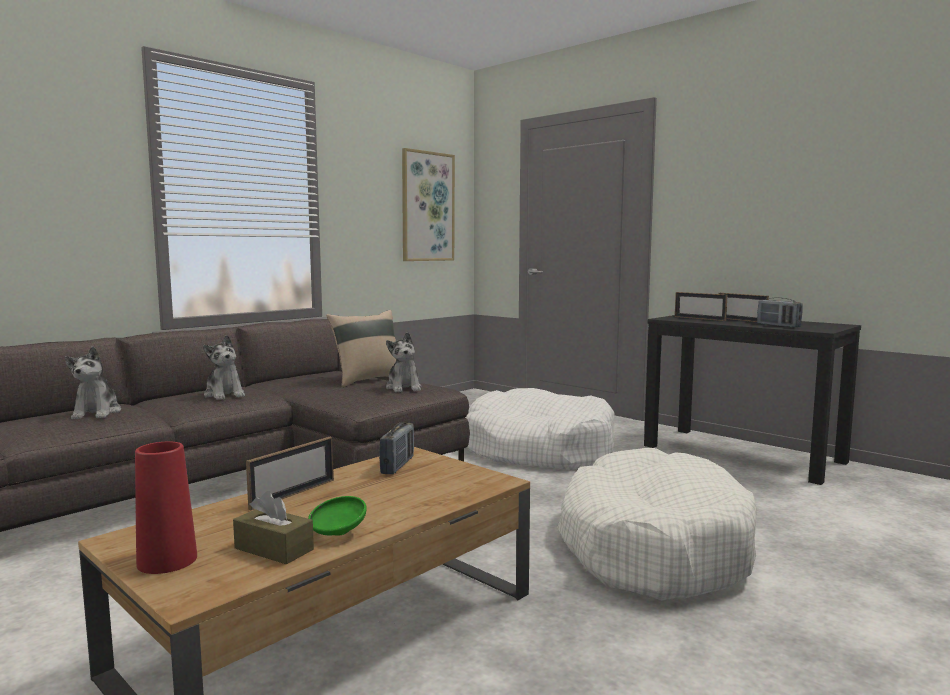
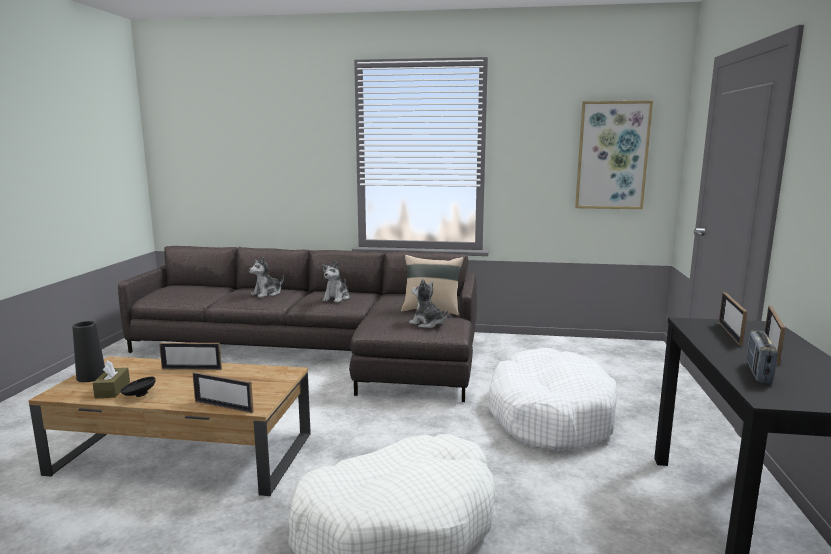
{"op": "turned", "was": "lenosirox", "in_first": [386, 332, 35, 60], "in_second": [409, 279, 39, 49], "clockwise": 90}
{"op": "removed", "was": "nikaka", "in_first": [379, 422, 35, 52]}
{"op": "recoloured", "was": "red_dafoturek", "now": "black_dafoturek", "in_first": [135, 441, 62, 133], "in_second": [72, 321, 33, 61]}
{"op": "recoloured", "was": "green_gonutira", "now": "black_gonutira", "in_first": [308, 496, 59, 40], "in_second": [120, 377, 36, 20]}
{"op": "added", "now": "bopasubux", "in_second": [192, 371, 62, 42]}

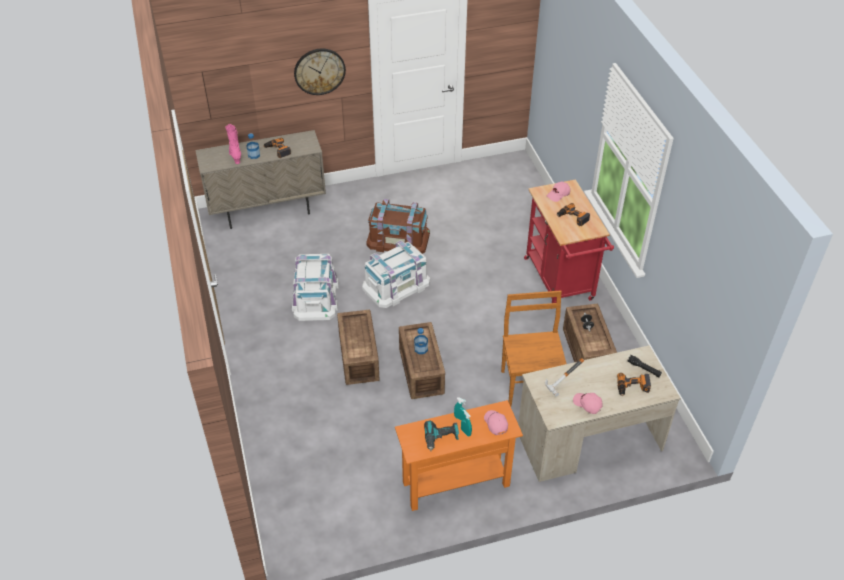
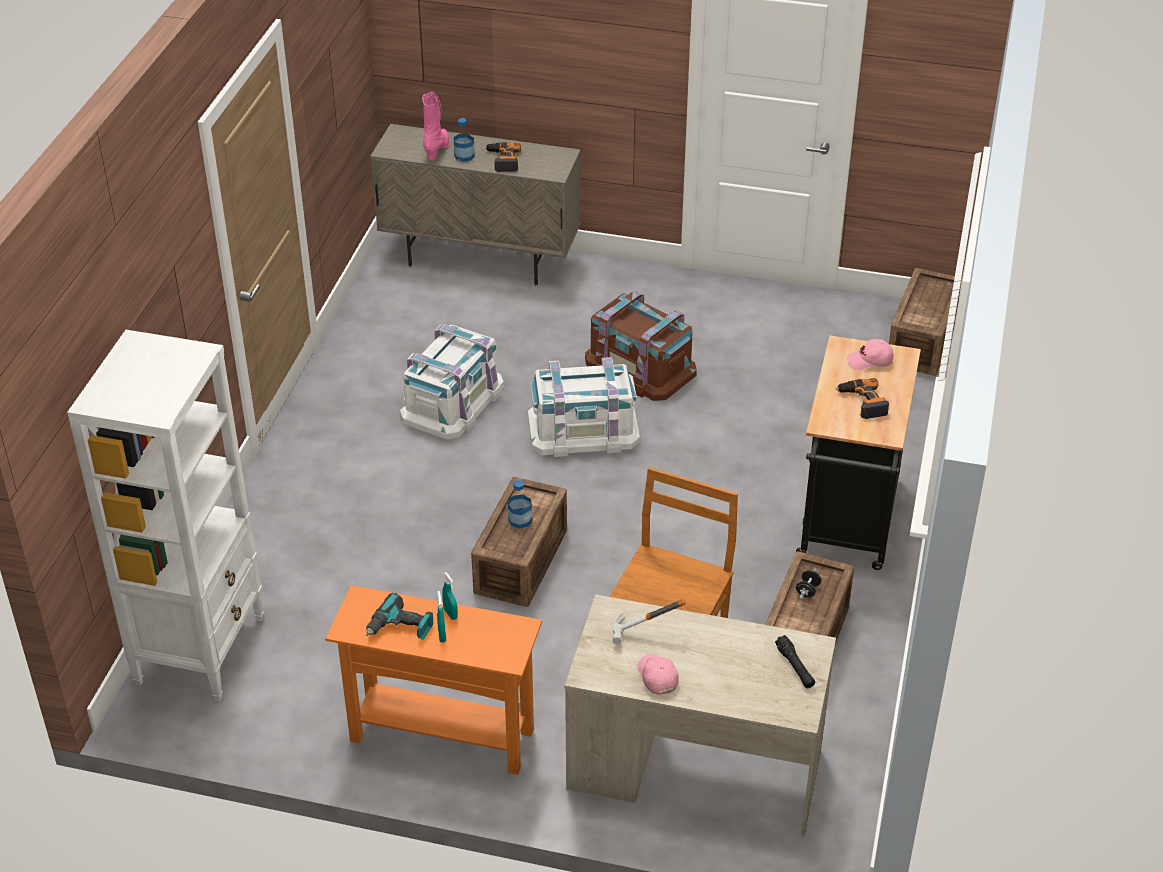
{"op": "removed", "was": "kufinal", "in_first": [294, 49, 52, 46]}
{"op": "recoloured", "was": "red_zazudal", "now": "black_zazudal", "in_first": [524, 179, 90, 124], "in_second": [796, 336, 125, 234]}
{"op": "moved", "was": "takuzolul", "in_first": [337, 310, 42, 75], "in_second": [889, 268, 73, 108]}
{"op": "removed", "was": "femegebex", "in_first": [617, 373, 34, 23]}
{"op": "removed", "was": "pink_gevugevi", "in_first": [484, 410, 24, 25]}
{"op": "added", "now": "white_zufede", "in_second": [67, 330, 197, 371]}

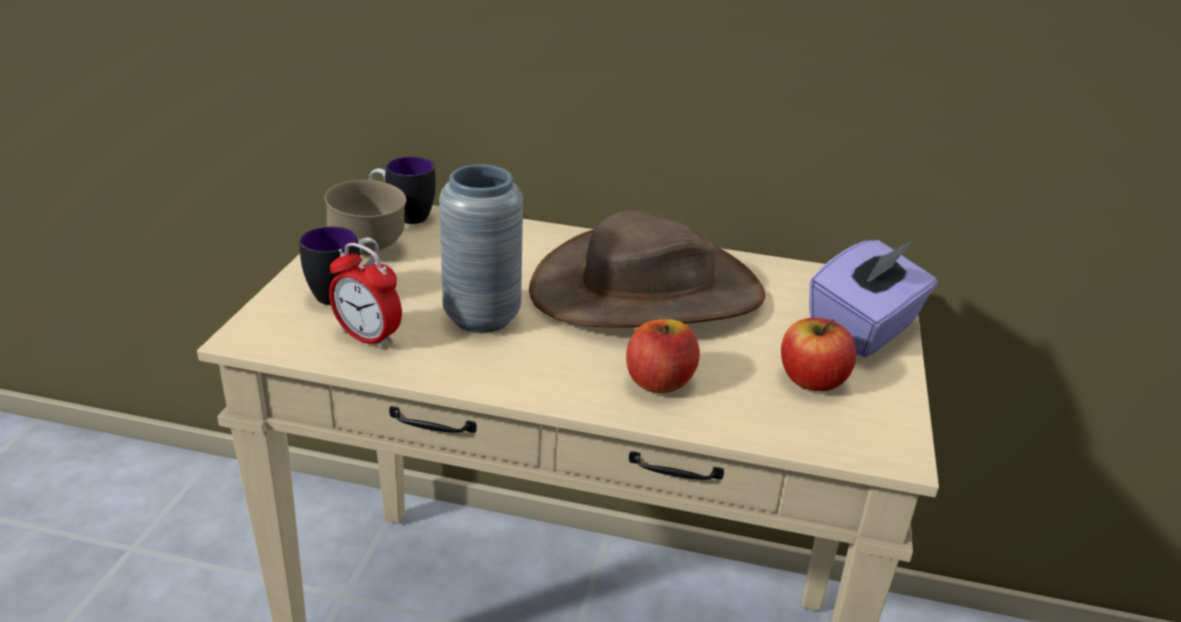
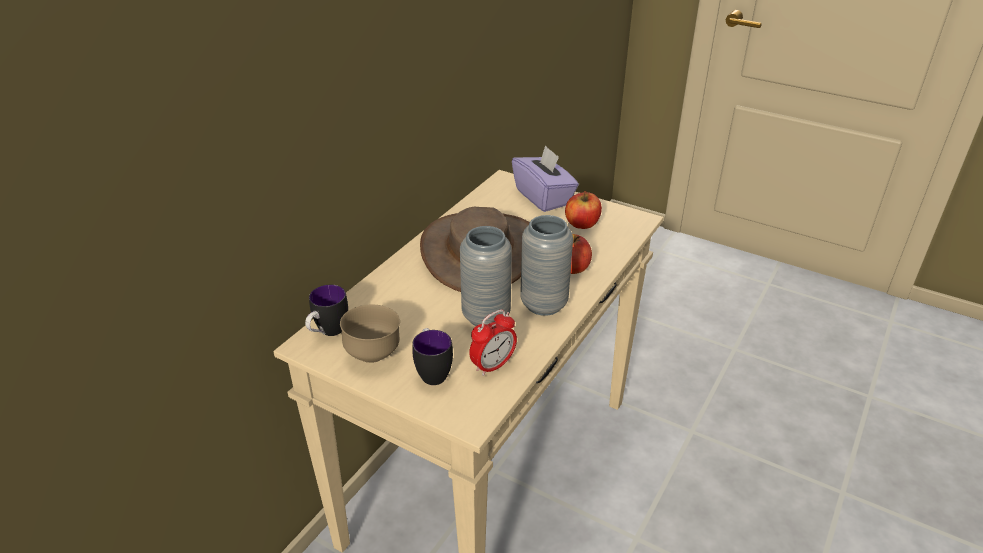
{"op": "added", "now": "grey_dafoturek", "in_second": [520, 215, 53, 101]}

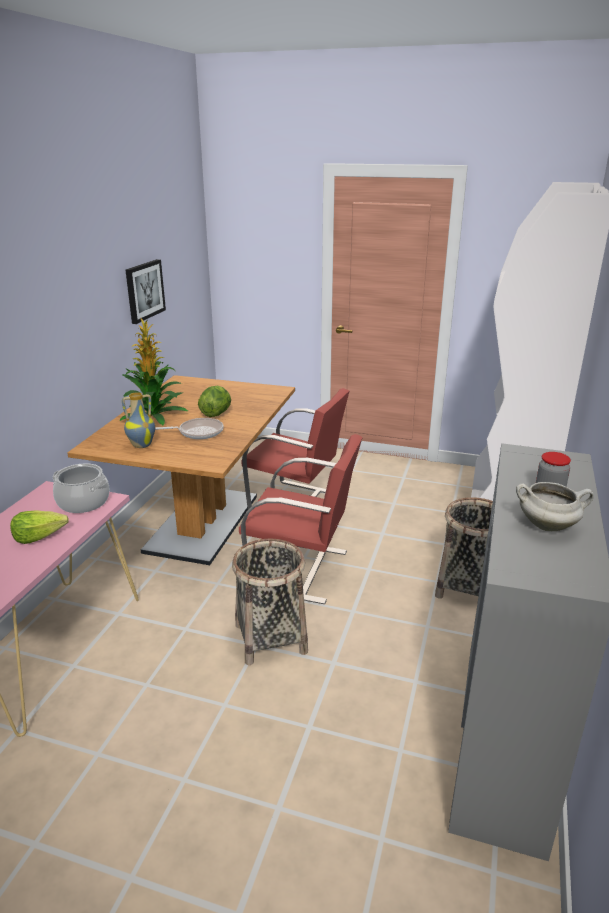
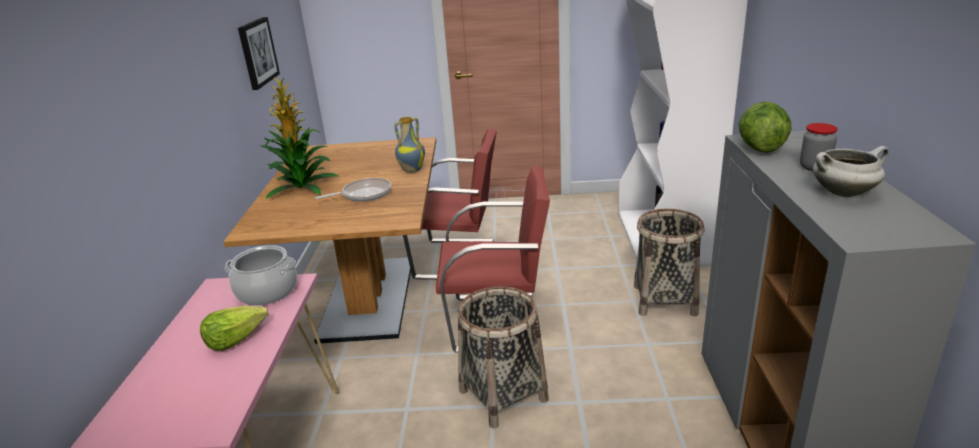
{"op": "moved", "was": "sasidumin", "in_first": [198, 385, 33, 32], "in_second": [738, 101, 54, 52]}
{"op": "moved", "was": "dafoturek", "in_first": [122, 392, 33, 56], "in_second": [394, 117, 31, 56]}

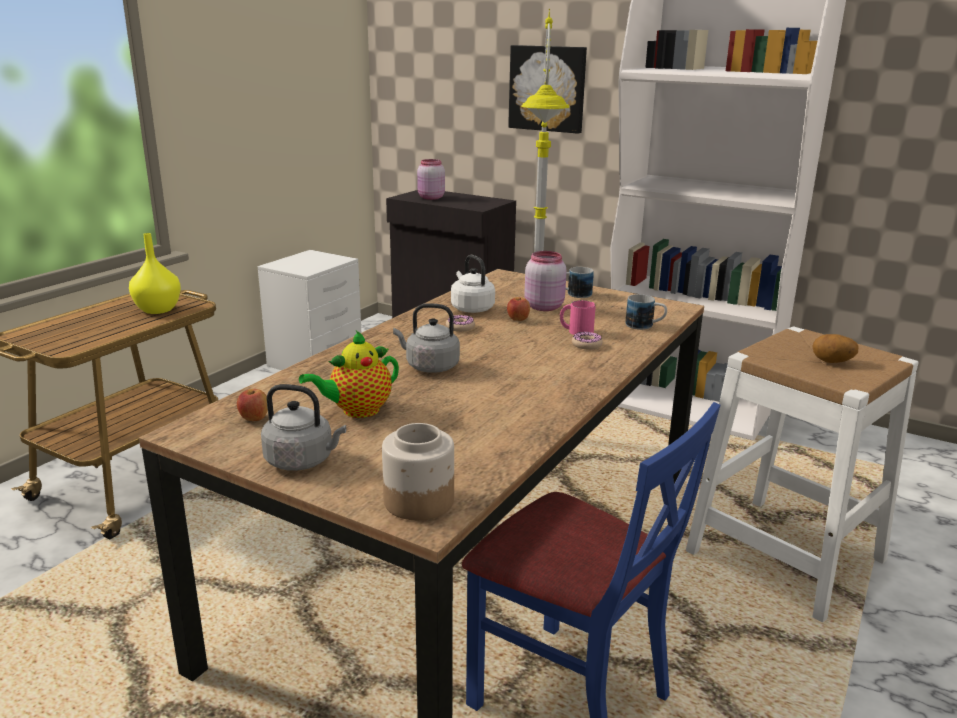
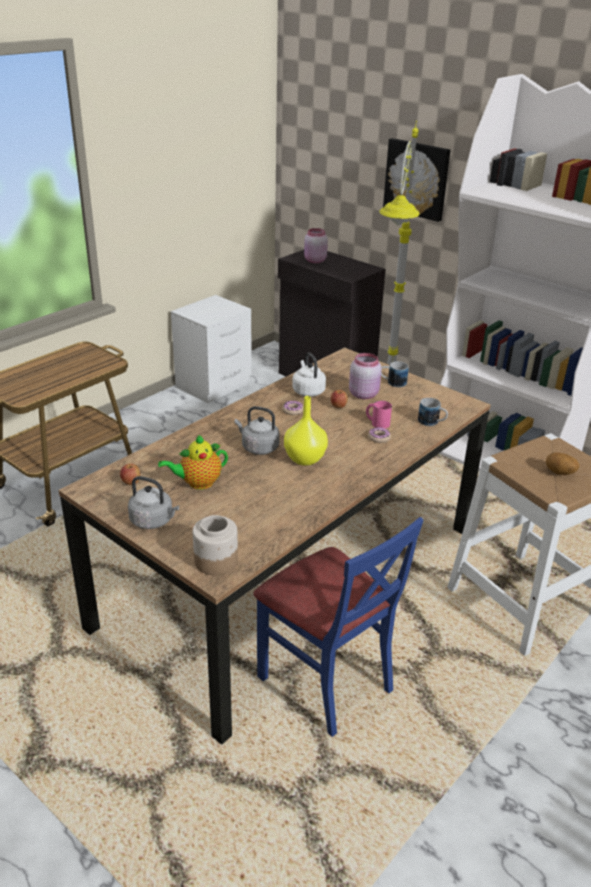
{"op": "moved", "was": "yellow_dafoturek", "in_first": [129, 233, 52, 81], "in_second": [284, 396, 44, 70]}

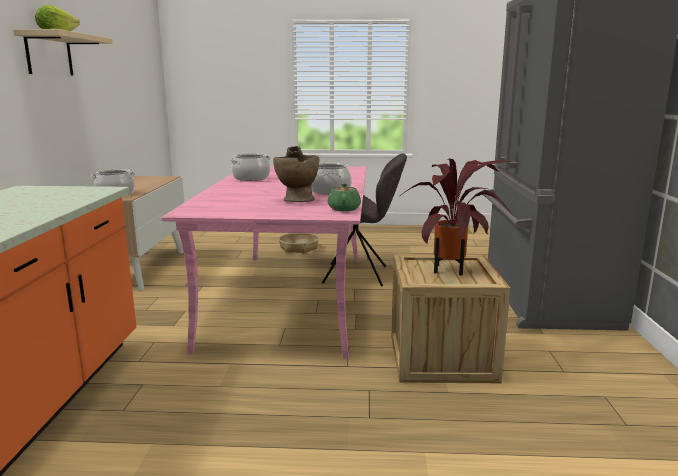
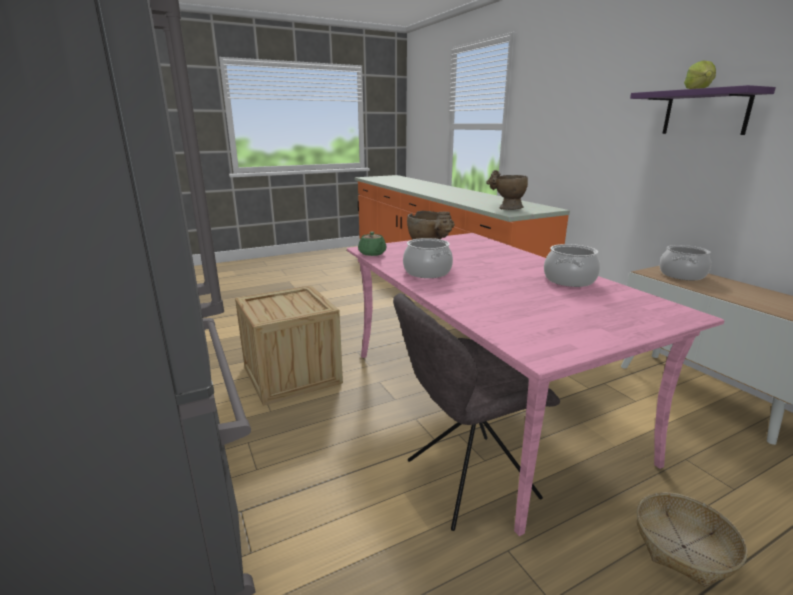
{"op": "recoloured", "was": "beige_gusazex", "now": "purple_gusazex", "in_first": [13, 29, 100, 46], "in_second": [630, 85, 146, 50]}
{"op": "removed", "was": "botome", "in_first": [400, 159, 113, 117]}
{"op": "added", "now": "beige_dafoturek", "in_second": [486, 170, 42, 40]}

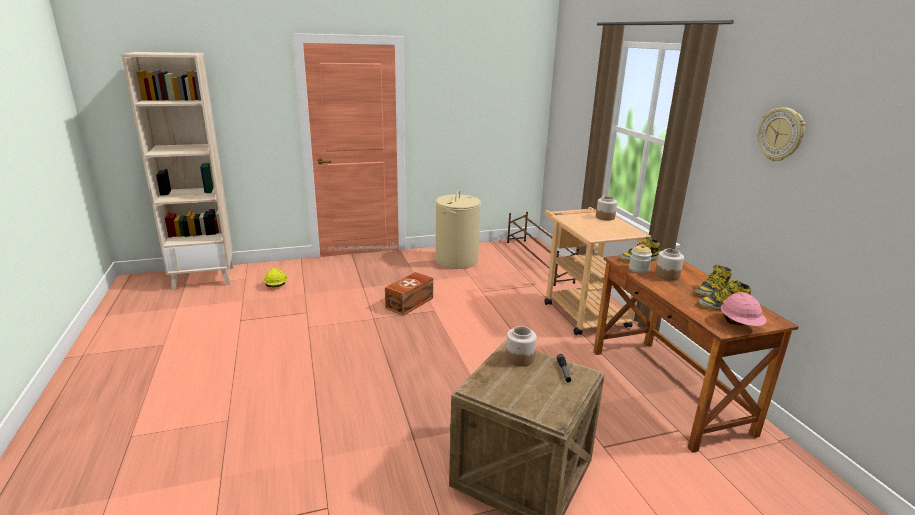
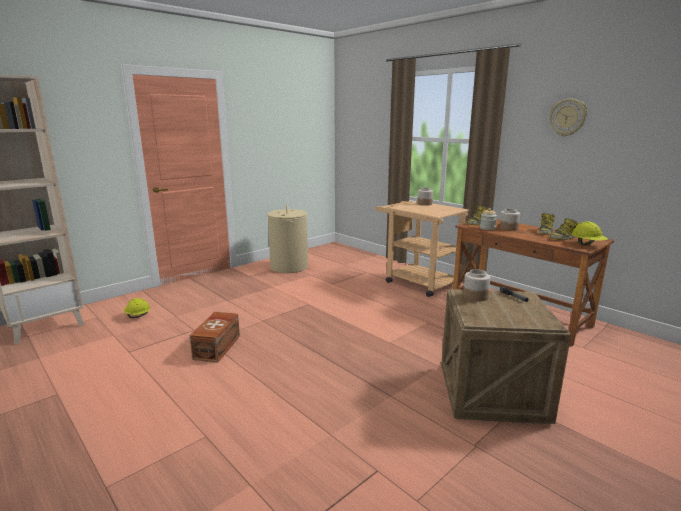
{"op": "removed", "was": "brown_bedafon", "in_first": [507, 212, 72, 74]}
{"op": "moved", "was": "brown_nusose", "in_first": [385, 272, 48, 44], "in_second": [190, 312, 50, 50]}
{"op": "recoloured", "was": "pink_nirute", "now": "yellow_nirute", "in_first": [720, 292, 46, 34], "in_second": [571, 221, 37, 24]}

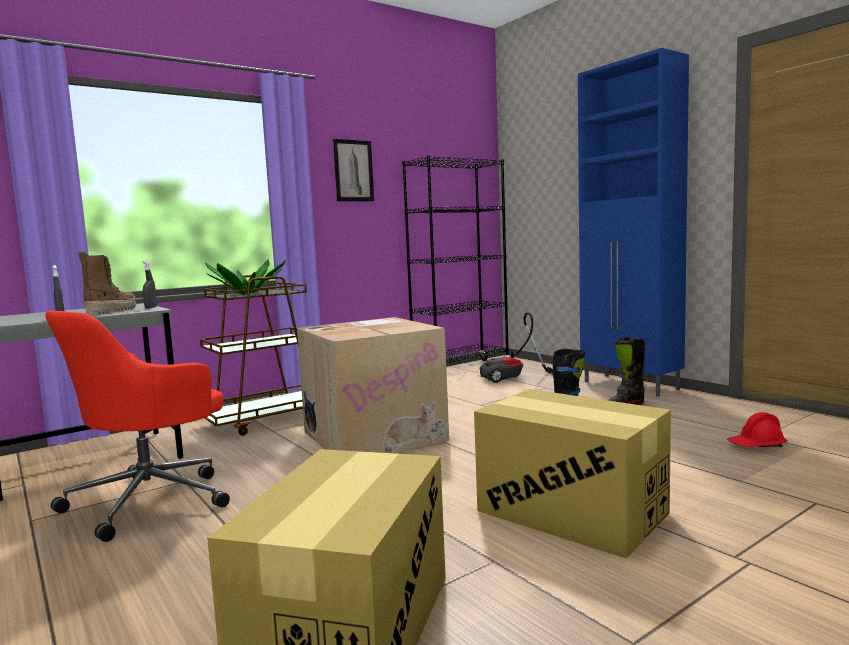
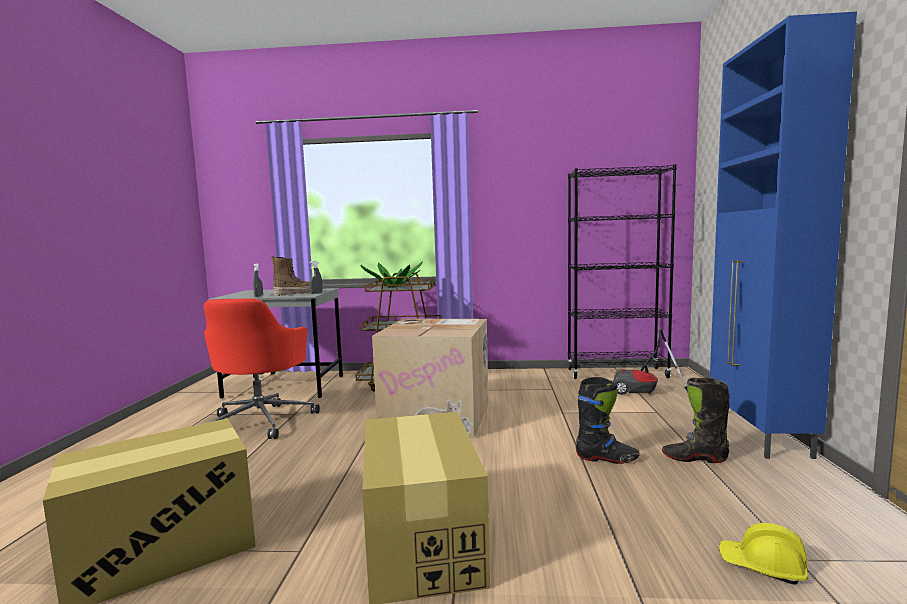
{"op": "removed", "was": "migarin", "in_first": [333, 139, 41, 62]}
{"op": "turned", "was": "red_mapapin", "in_first": [45, 310, 185, 232], "in_second": [204, 299, 116, 140], "clockwise": -75}
{"op": "recoloured", "was": "red_nirute", "now": "yellow_nirute", "in_first": [727, 412, 60, 35], "in_second": [719, 523, 89, 62]}

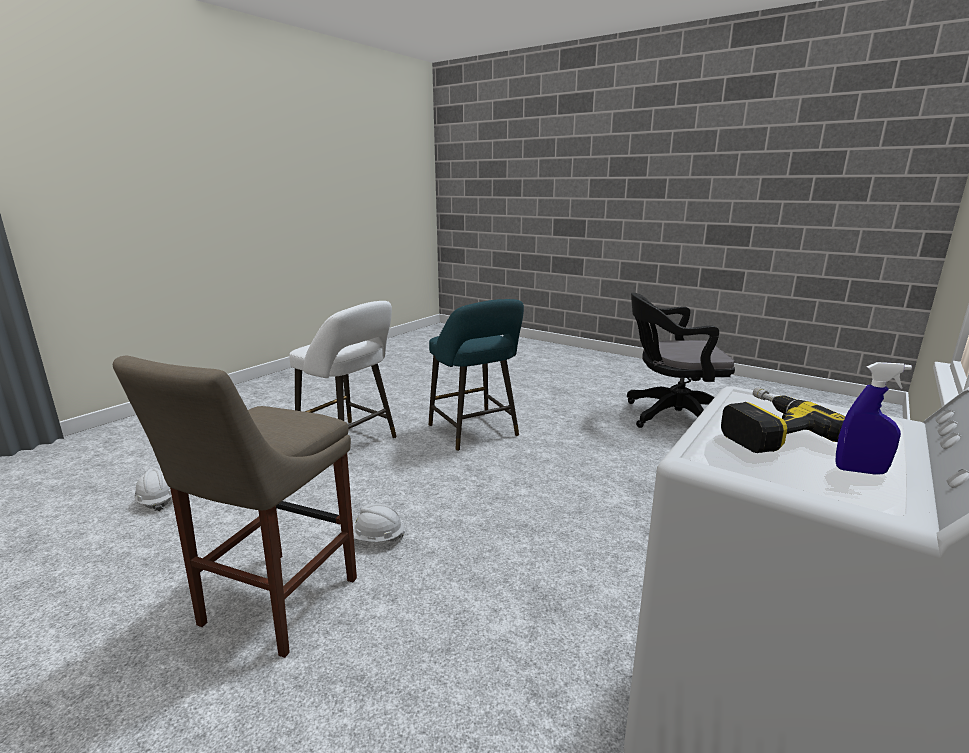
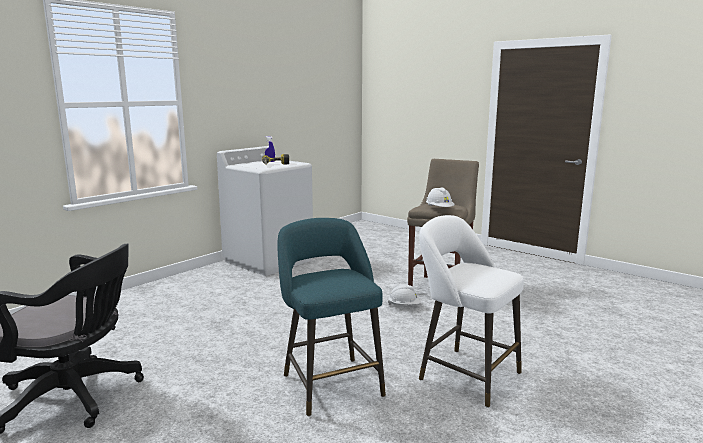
{"op": "moved", "was": "white_nirute", "in_first": [134, 468, 38, 43], "in_second": [426, 187, 29, 20]}

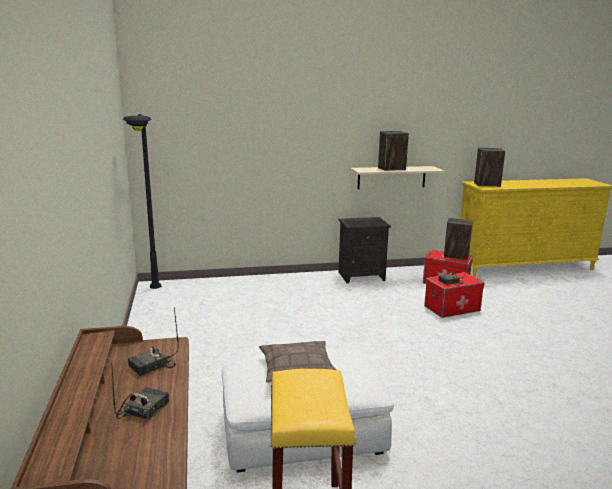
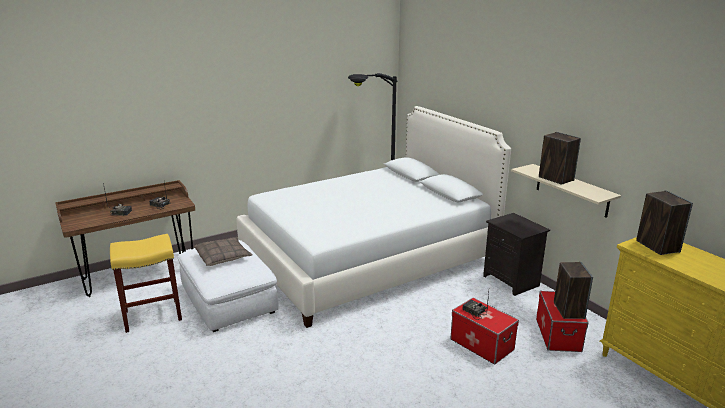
{"op": "added", "now": "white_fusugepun", "in_second": [237, 106, 274, 222]}

